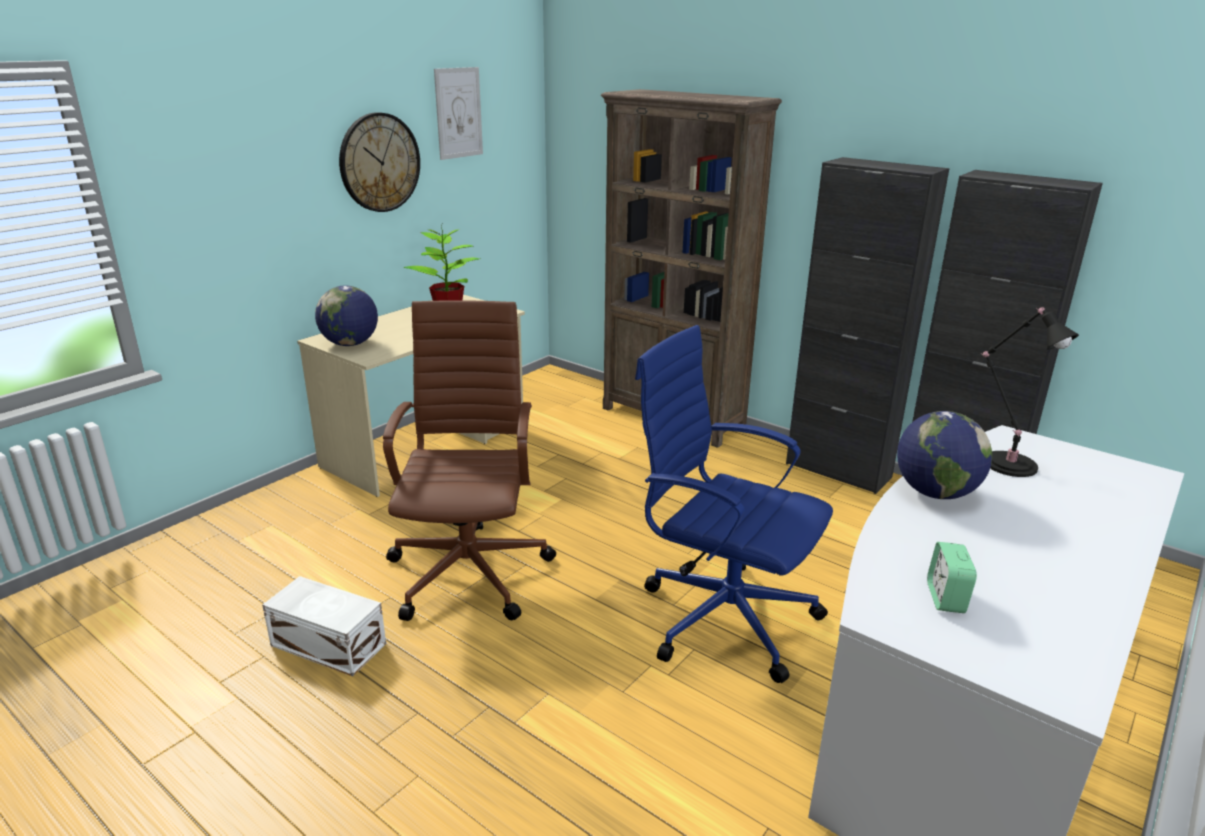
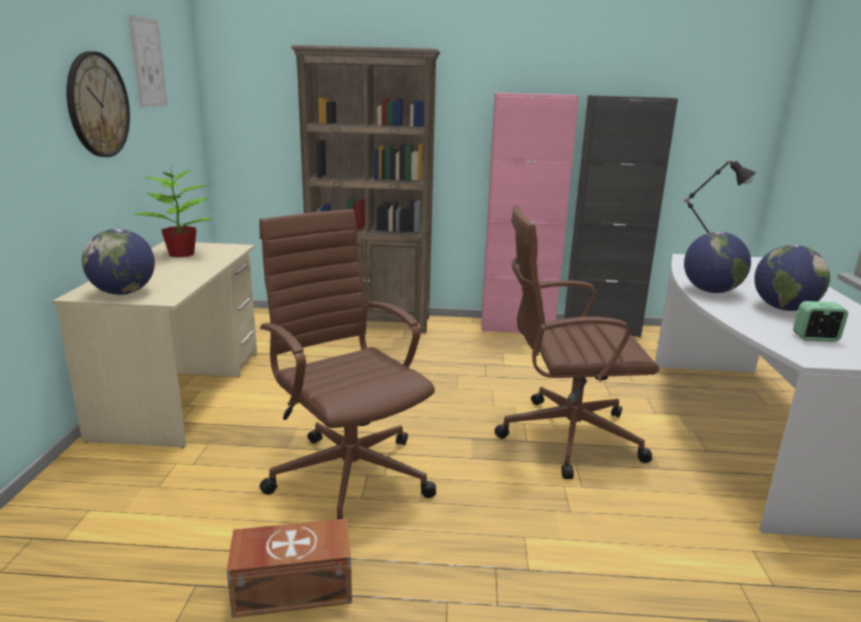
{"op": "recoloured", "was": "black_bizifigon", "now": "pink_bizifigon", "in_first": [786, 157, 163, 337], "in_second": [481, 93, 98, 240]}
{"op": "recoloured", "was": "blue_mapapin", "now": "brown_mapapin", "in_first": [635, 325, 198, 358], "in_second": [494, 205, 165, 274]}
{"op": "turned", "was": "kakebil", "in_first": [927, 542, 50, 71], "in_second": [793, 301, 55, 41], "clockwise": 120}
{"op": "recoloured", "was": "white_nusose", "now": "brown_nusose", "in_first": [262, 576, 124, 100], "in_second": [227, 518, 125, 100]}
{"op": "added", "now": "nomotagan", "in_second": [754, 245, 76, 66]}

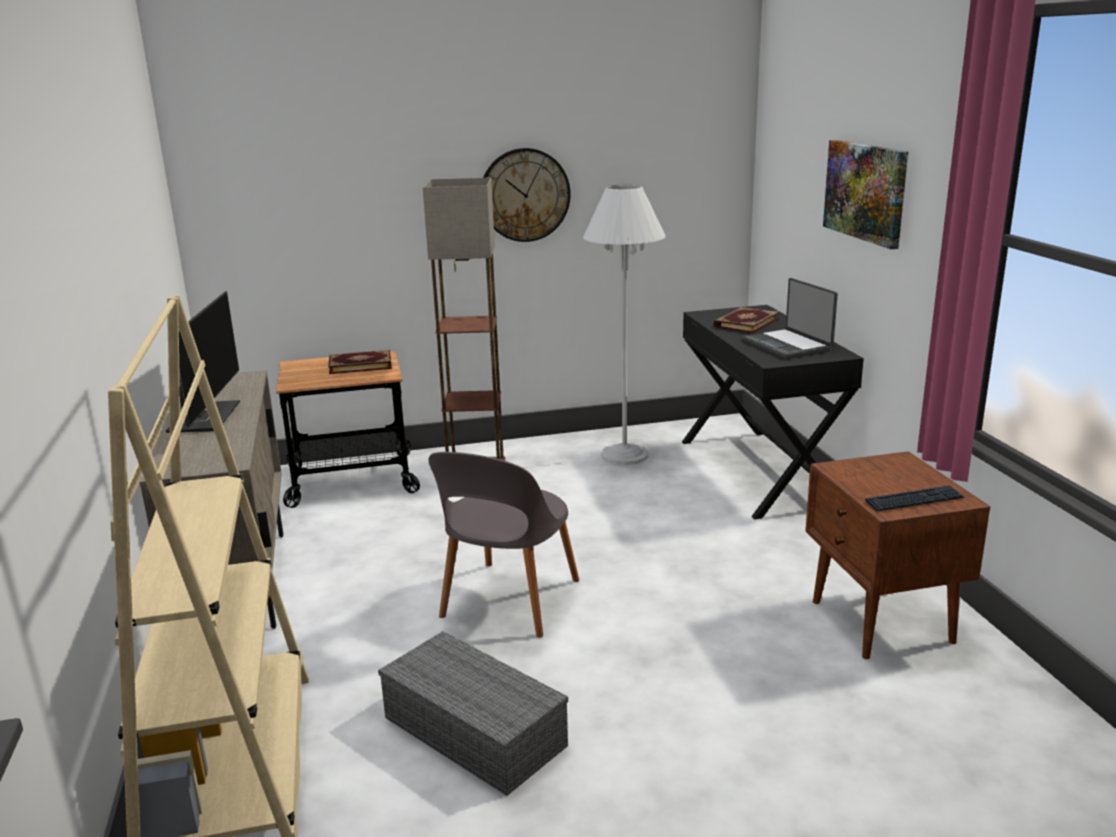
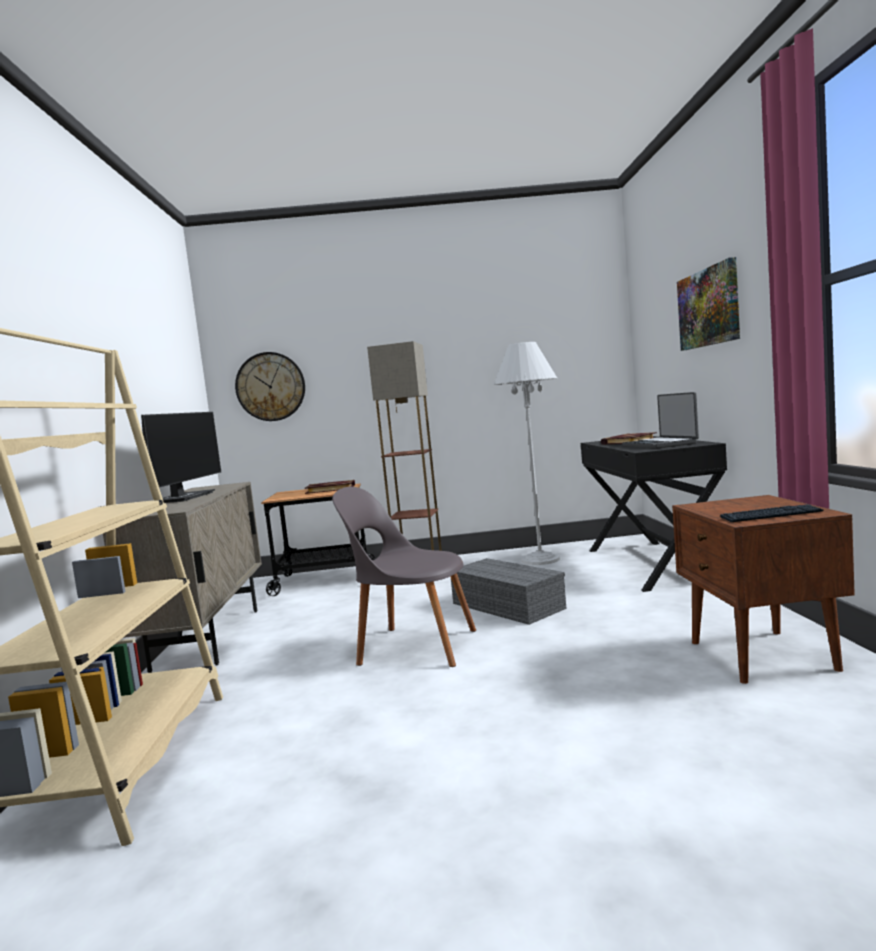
{"op": "moved", "was": "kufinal", "in_first": [483, 148, 88, 94], "in_second": [235, 352, 70, 69]}
{"op": "turned", "was": "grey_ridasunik", "in_first": [428, 452, 151, 185], "in_second": [332, 487, 144, 180], "clockwise": 75}
{"op": "moved", "was": "grey_nusose", "in_first": [378, 631, 190, 165], "in_second": [451, 558, 115, 67]}

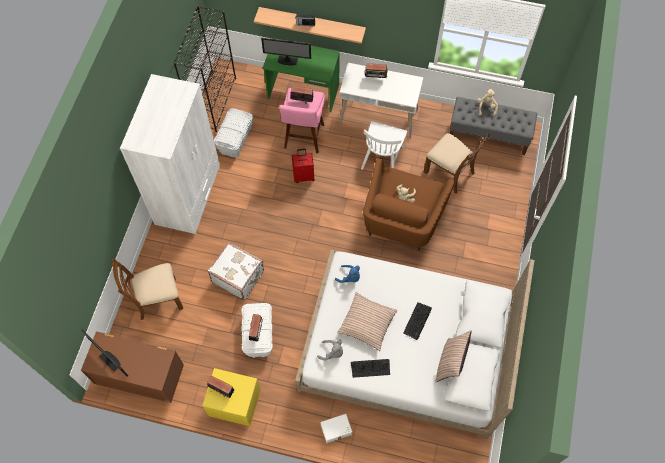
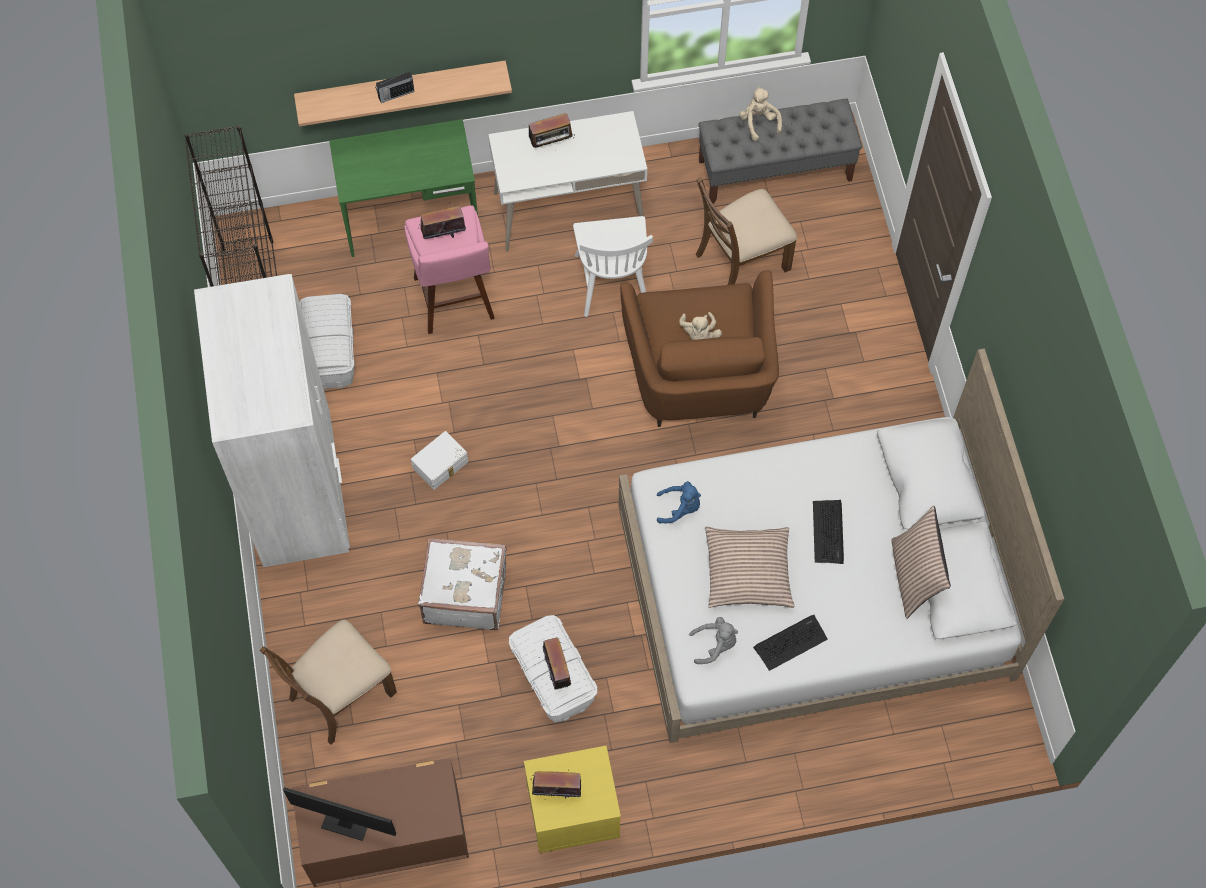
{"op": "removed", "was": "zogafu", "in_first": [261, 38, 50, 27]}
{"op": "turned", "was": "brown_ridasunik", "in_first": [424, 133, 66, 61], "in_second": [696, 177, 101, 108], "clockwise": 135}
{"op": "removed", "was": "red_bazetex", "in_first": [292, 149, 23, 34]}
{"op": "moved", "was": "white_nusose", "in_first": [321, 414, 31, 29], "in_second": [411, 431, 57, 59]}

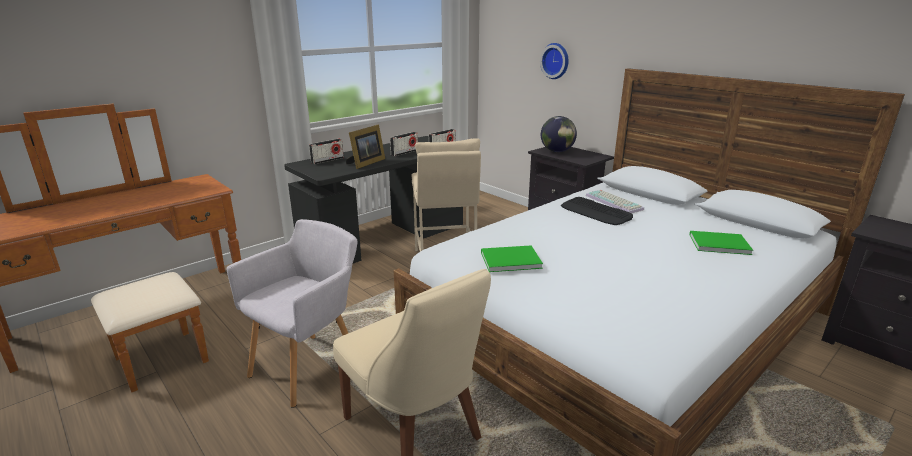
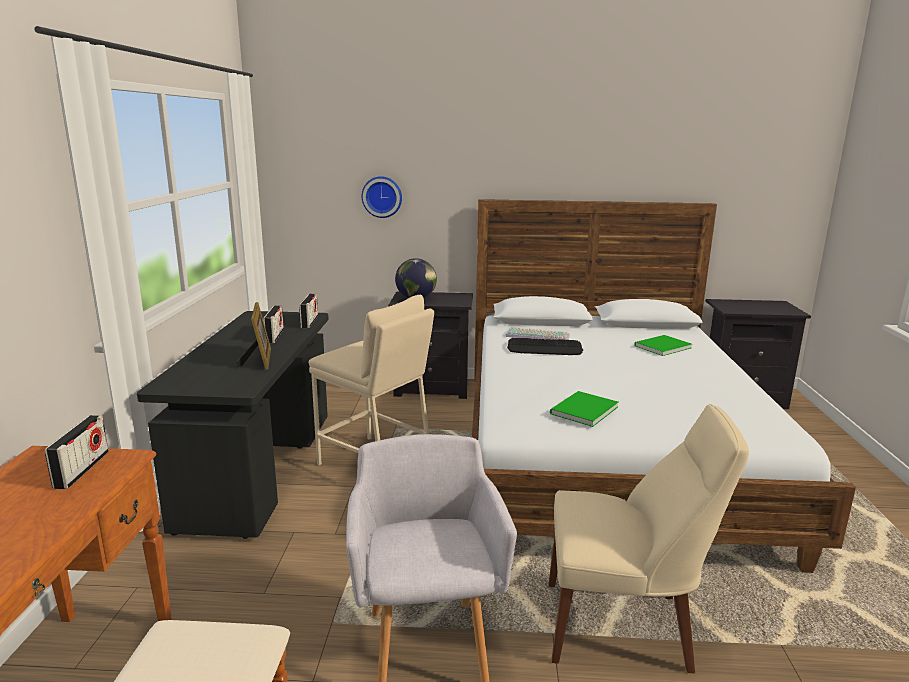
{"op": "moved", "was": "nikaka", "in_first": [309, 139, 35, 25], "in_second": [45, 415, 64, 74]}

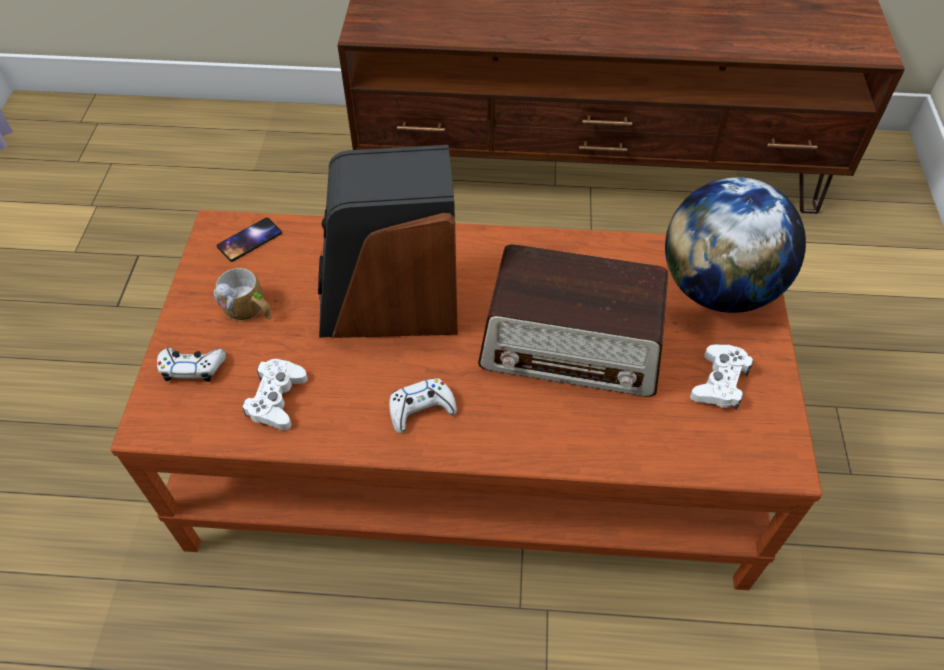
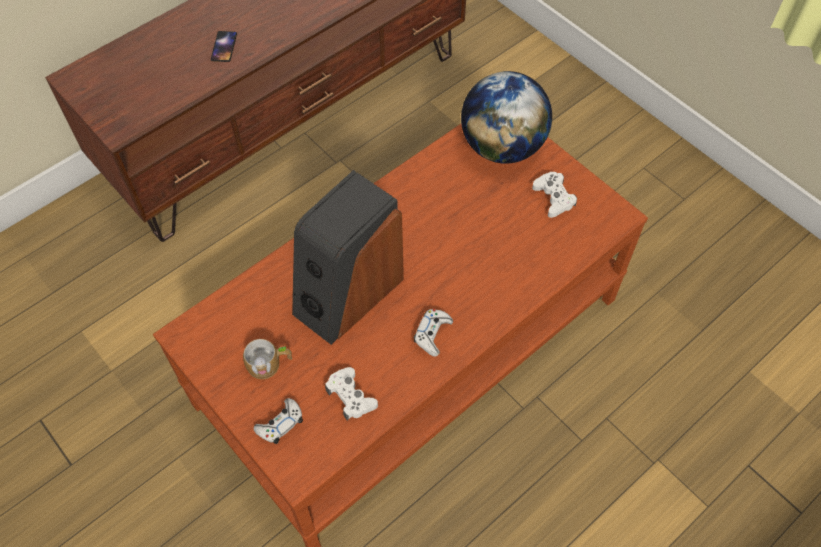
{"op": "moved", "was": "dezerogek", "in_first": [217, 217, 65, 45], "in_second": [211, 31, 26, 31]}
{"op": "removed", "was": "nikaka", "in_first": [478, 244, 190, 153]}

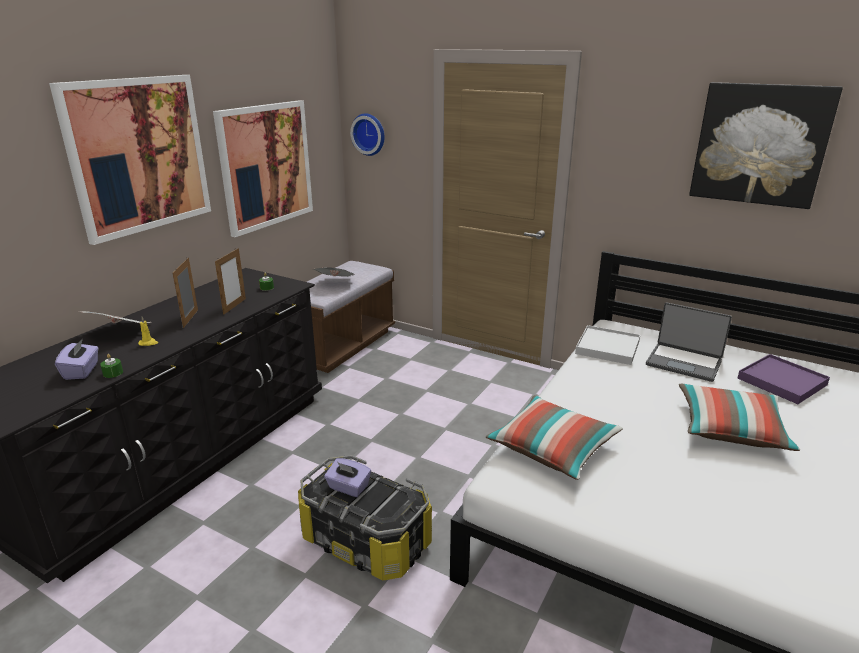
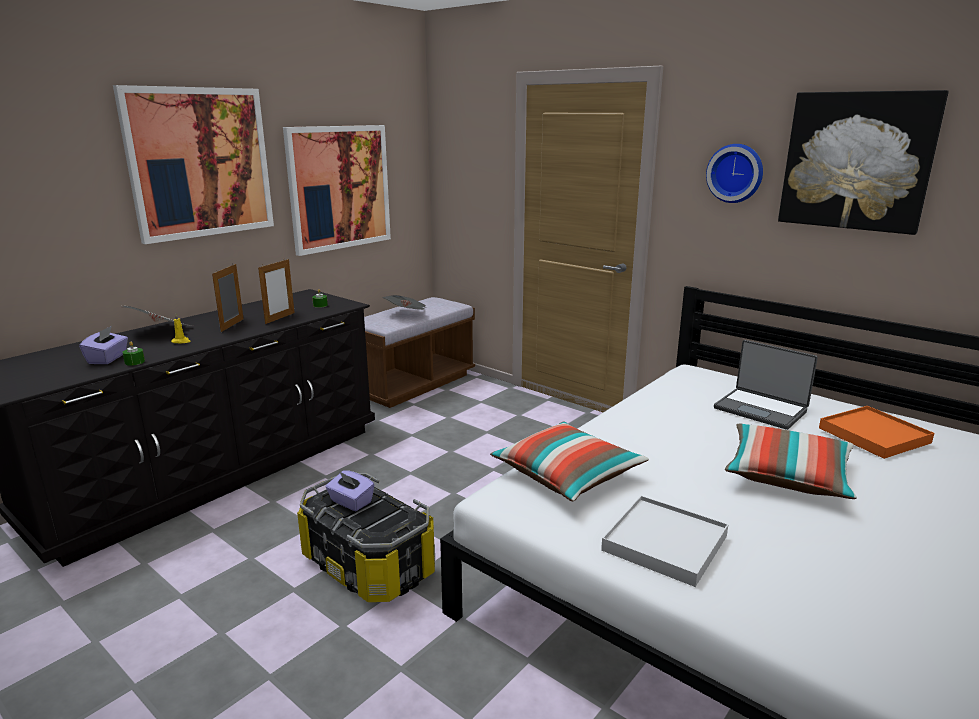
{"op": "moved", "was": "kufinal", "in_first": [350, 113, 35, 43], "in_second": [706, 144, 57, 59]}
{"op": "moved", "was": "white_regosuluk", "in_first": [575, 325, 65, 40], "in_second": [601, 496, 128, 91]}
{"op": "recoloured", "was": "purple_regosuluk", "now": "orange_regosuluk", "in_first": [738, 354, 92, 50], "in_second": [819, 406, 115, 53]}

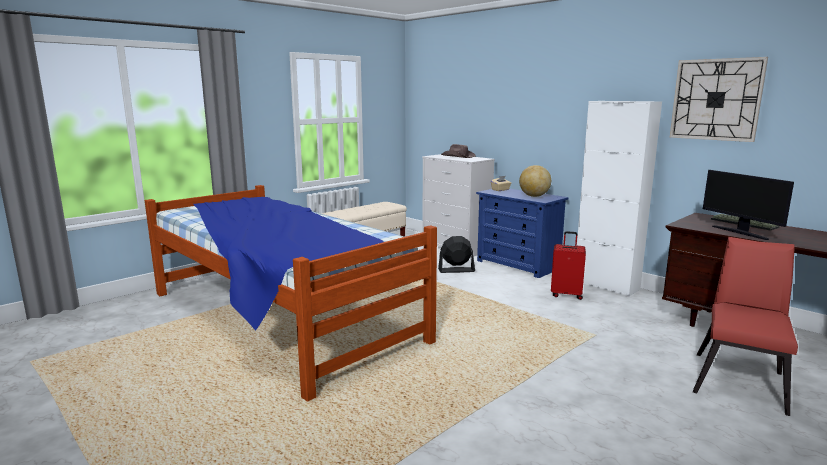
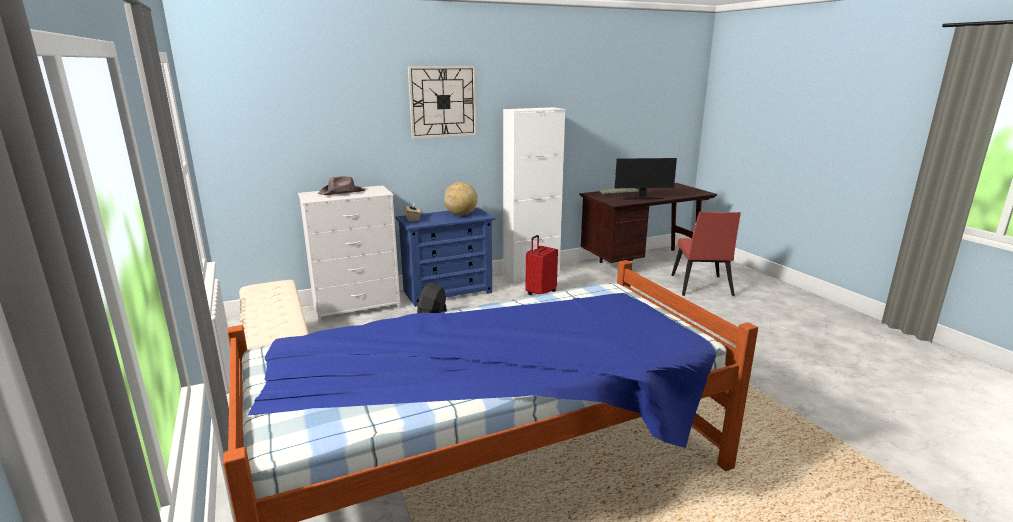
{"op": "moved", "was": "kufinal", "in_first": [670, 57, 98, 85], "in_second": [408, 66, 69, 73]}
{"op": "turned", "was": "red_ridasunik", "in_first": [693, 237, 105, 179], "in_second": [671, 211, 70, 85], "clockwise": -135}

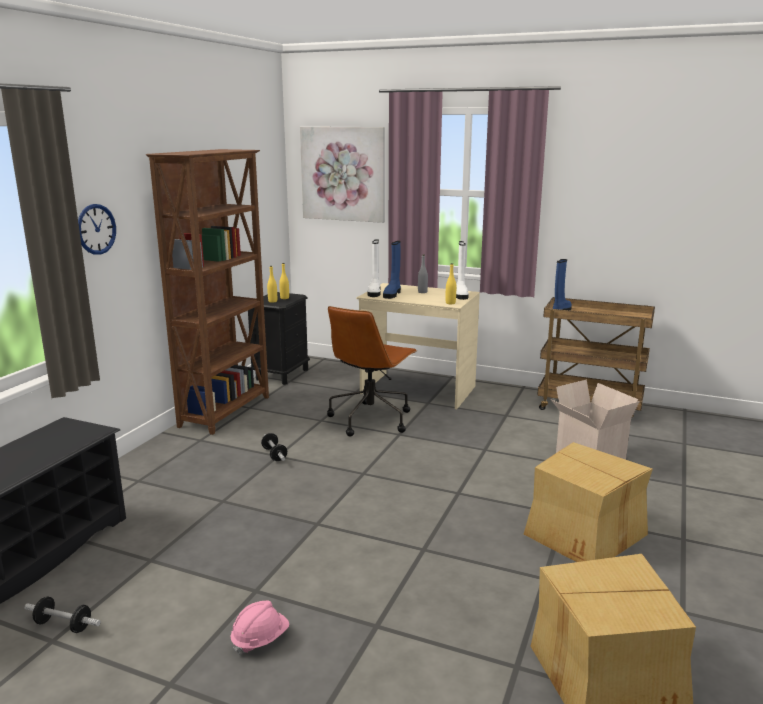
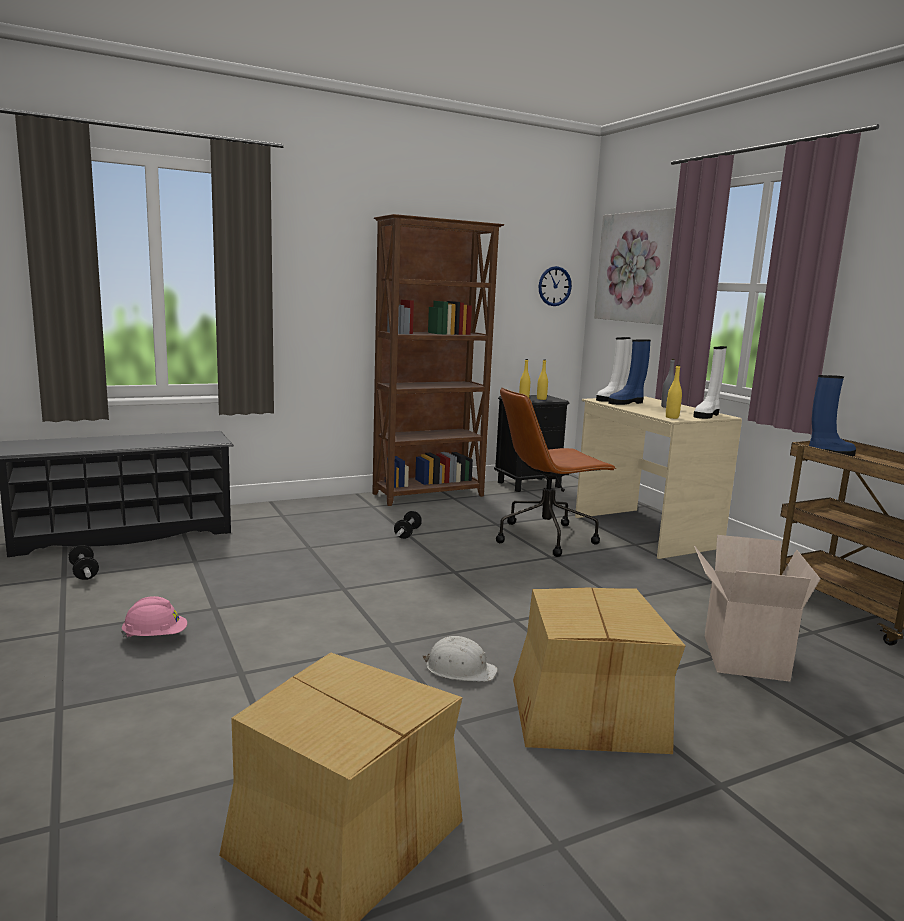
{"op": "moved", "was": "kufinal", "in_first": [78, 204, 38, 51], "in_second": [539, 266, 33, 40]}
{"op": "added", "now": "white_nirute", "in_second": [422, 636, 76, 46]}

